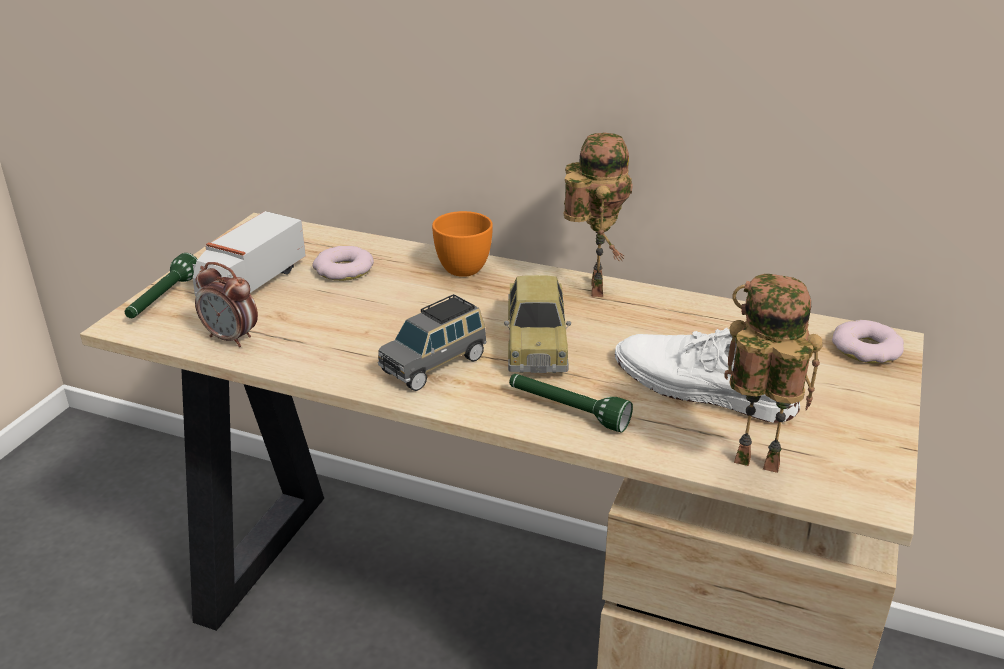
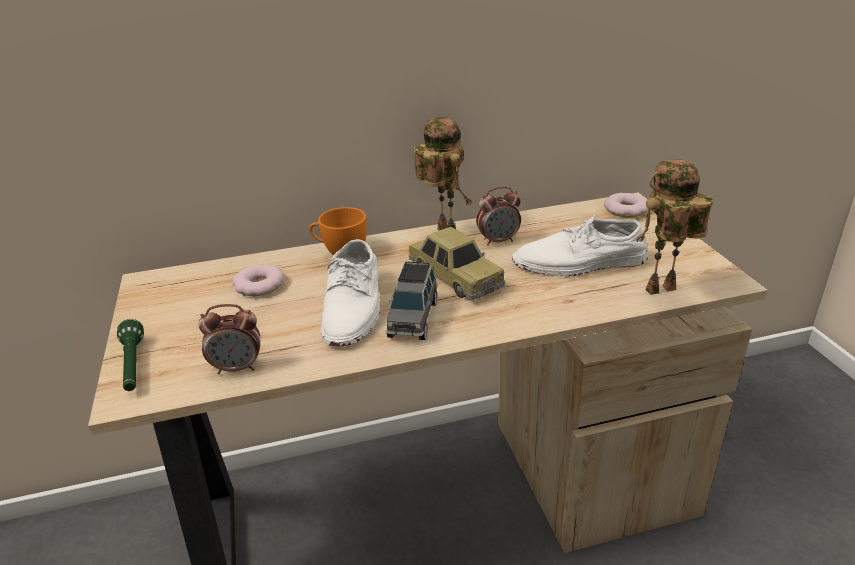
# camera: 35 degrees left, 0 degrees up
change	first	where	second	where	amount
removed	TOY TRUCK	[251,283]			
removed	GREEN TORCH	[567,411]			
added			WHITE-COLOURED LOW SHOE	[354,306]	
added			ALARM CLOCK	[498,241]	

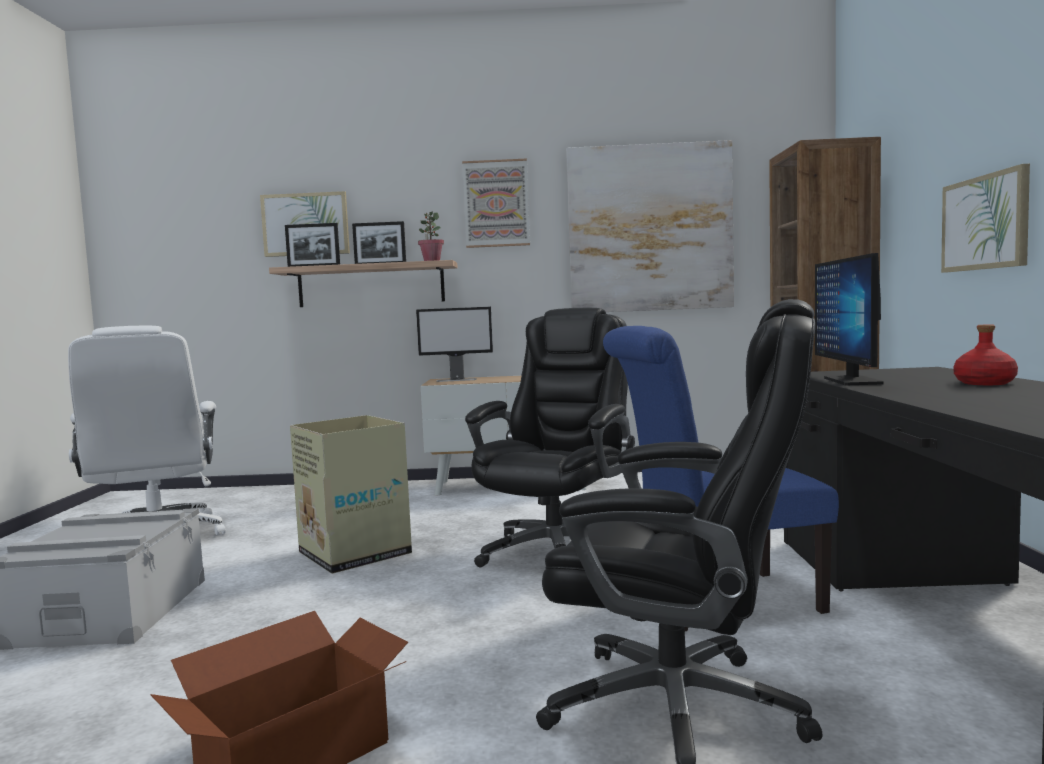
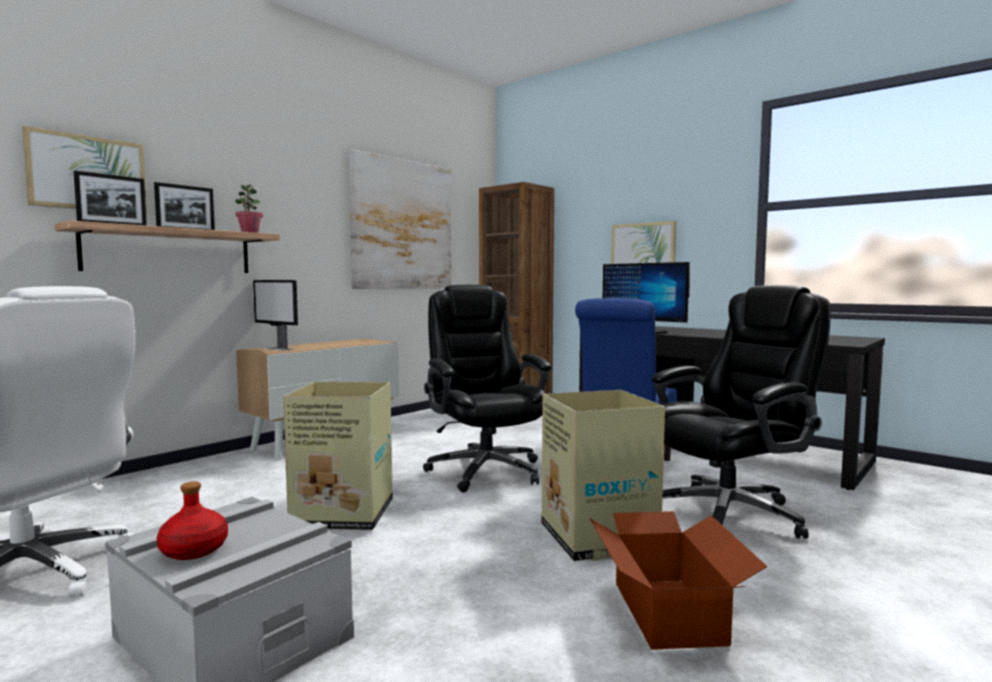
# camera: 50 degrees left, 0 degrees up
change	first	where	second	where	amount
removed	WALL PICTURE	[496,203]			
added			CARDBOARD BOX	[598,538]	
moved	RED-COLOURED BEVERAGE BOTTLE	[985,383]		[194,550]	
turned	COMPUTER DISPLAY	[457,380]		[278,348]	90 degrees clockwise

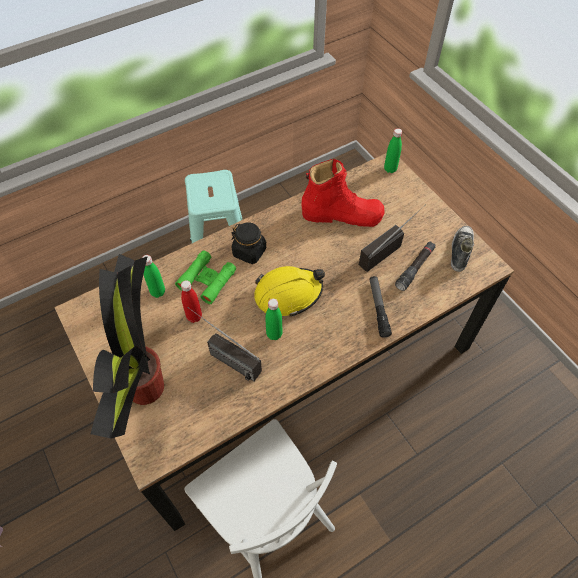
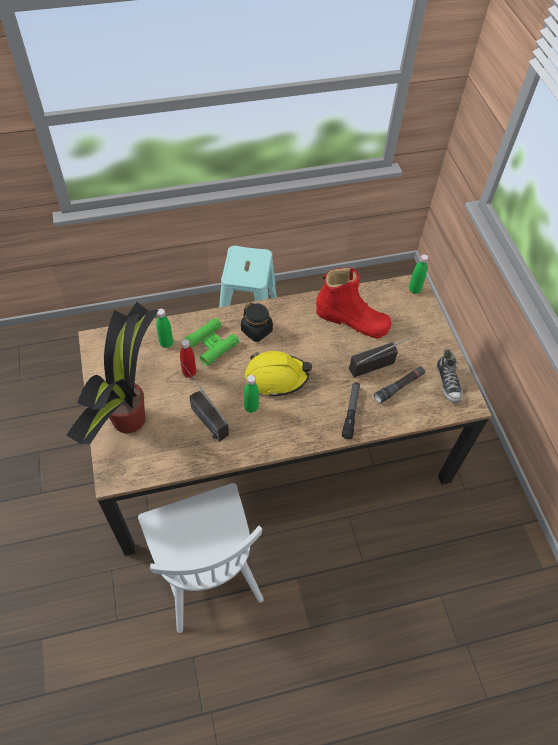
# camera: 15 degrees right, 0 degrees up
change	first	where	second	where	amount
turned	LOW SHOE	[460,251]		[448,383]	135 degrees clockwise

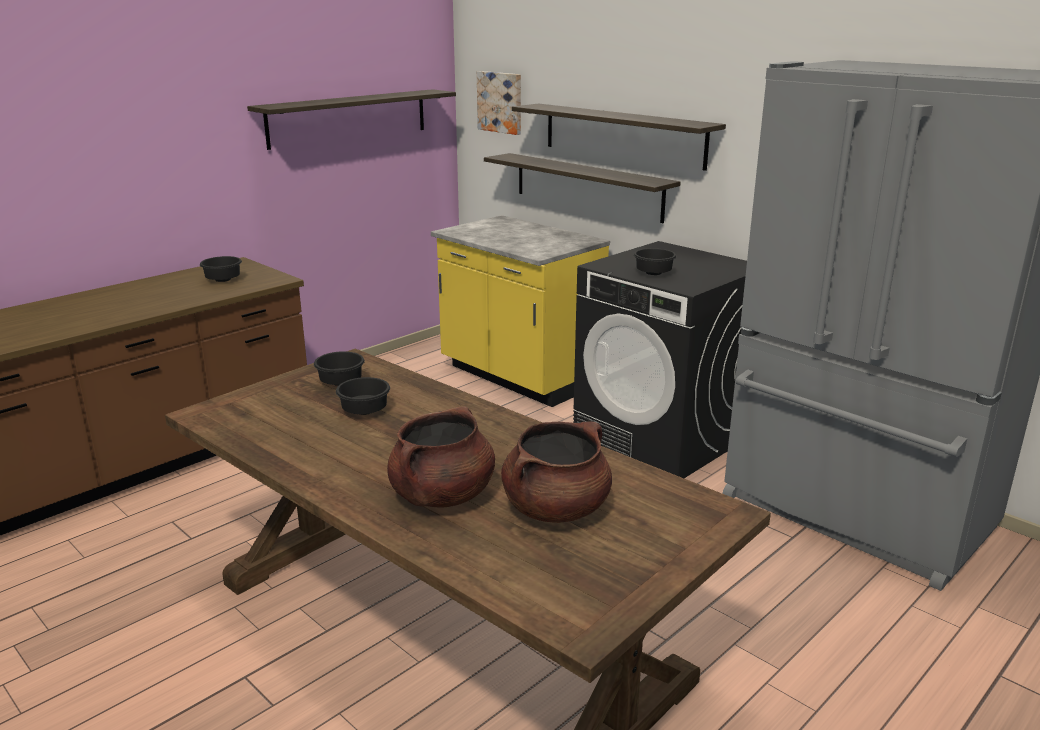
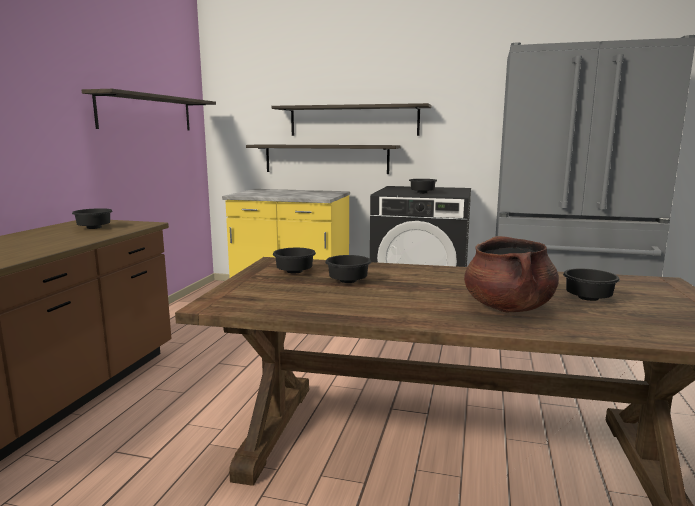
# camera: 30 degrees left, 10 degrees down
change	first	where	second	where	amount
removed	WALL PICTURE	[501,102]			
replaced	BROWNISH COOKING POT	[556,509]	BLACKISH DEEP DISH	[586,298]	

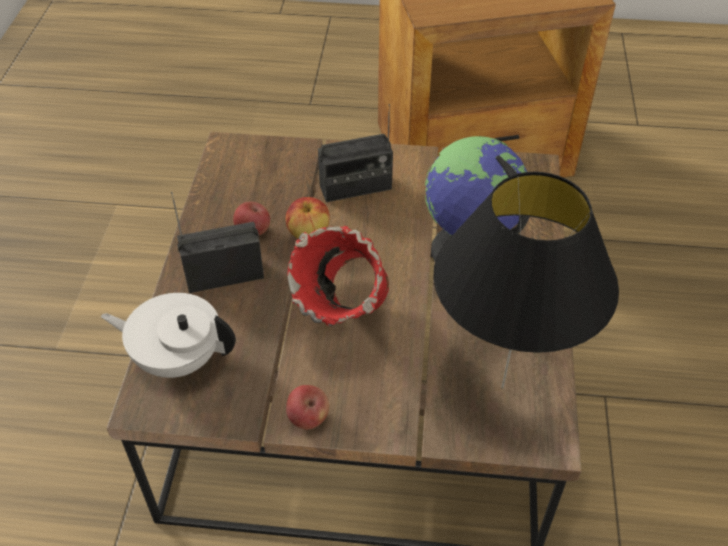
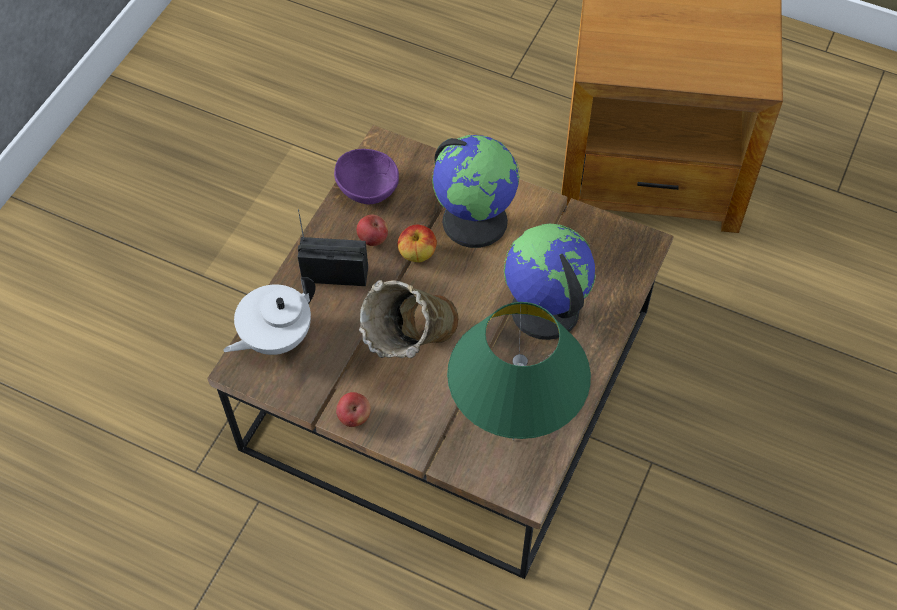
# camera: 20 degrees right, 10 degrees up
change	first	where	second	where	amount
added			PURPLISH DEEP DISH	[368,187]	
replaced	RADIO SET	[355,188]	DESK GLOBE	[475,220]	
recoloured	RED-COLOURED VASE	[346,331]	SAND-COLOURED VASE	[412,353]	
recoloured	BLACKISH TABLETOP LAMP	[502,388]	GREEN TABLETOP LAMP	[513,440]	
turned	WHITE-COLOURED POT FOR TEA	[178,358]		[275,337]	75 degrees counterclockwise

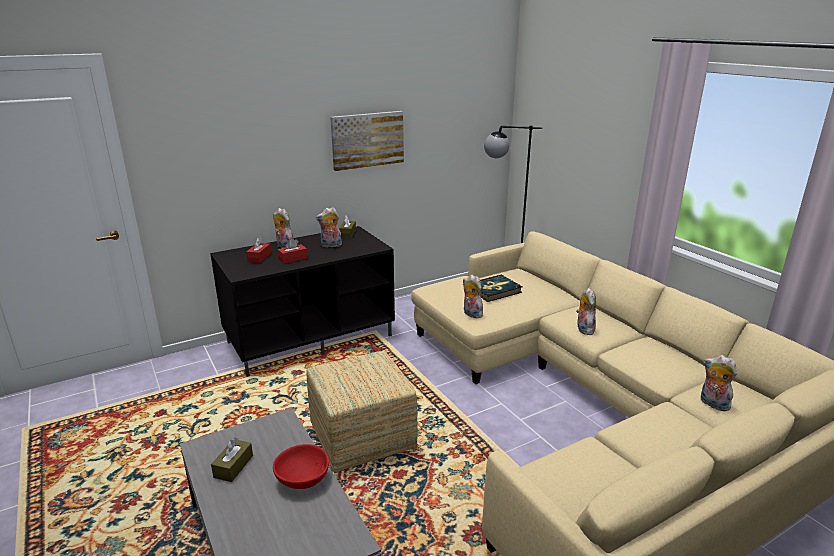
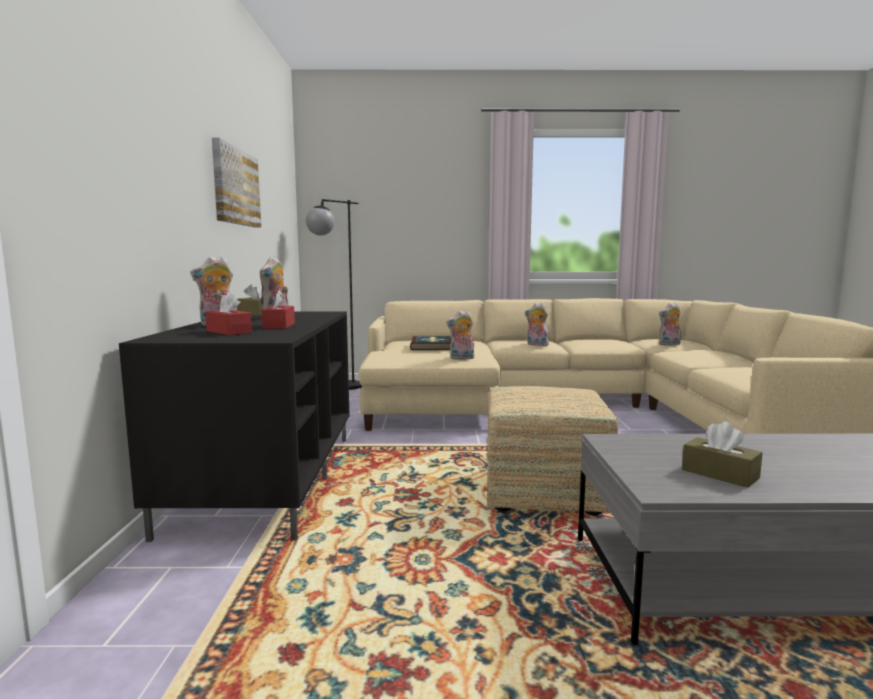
# camera: 60 degrees left, 15 degrees down
change	first	where	second	where	amount
removed	RED-COLOURED DEEP DISH	[303,479]			

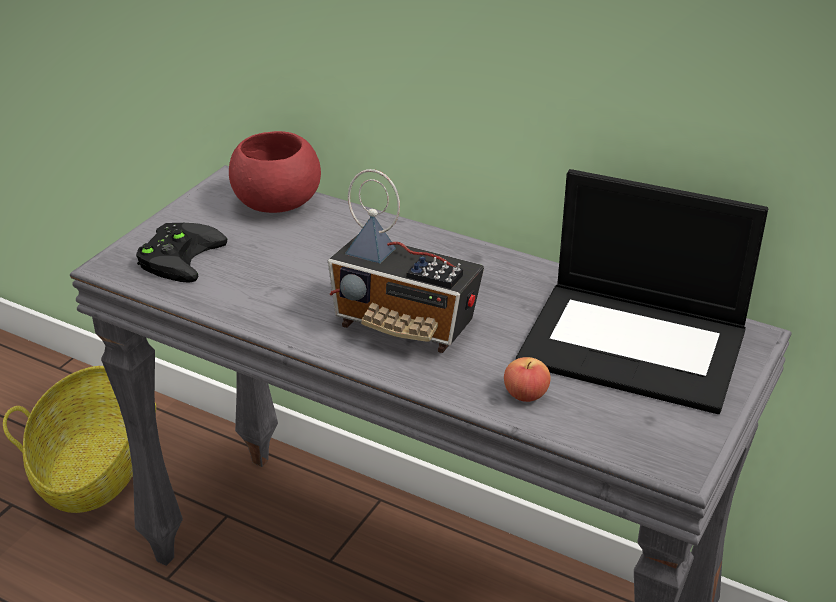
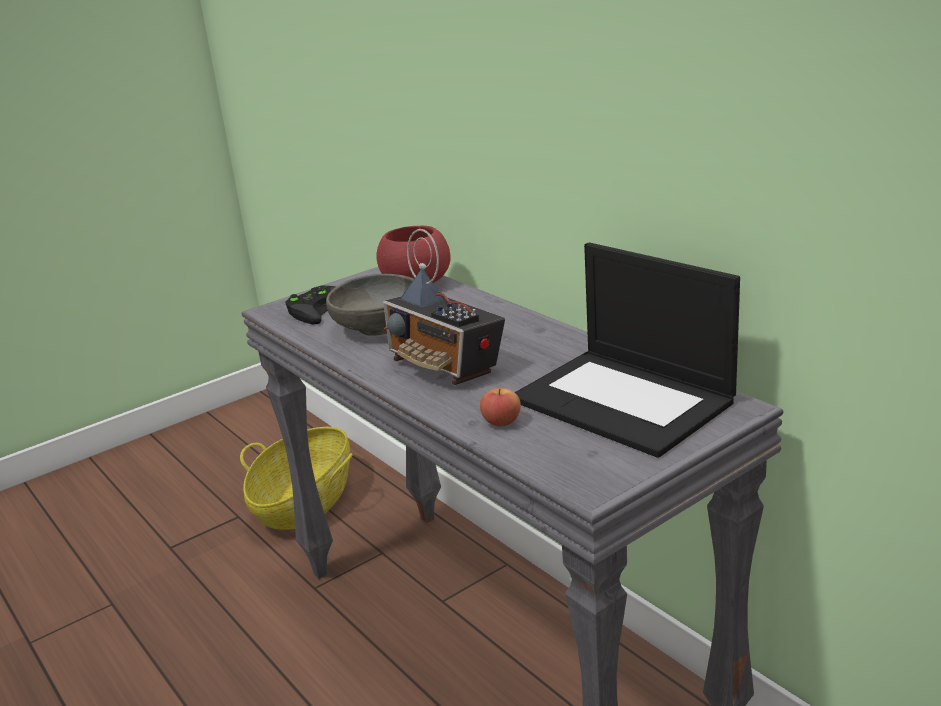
# camera: 25 degrees right, 10 degrees down
change	first	where	second	where	amount
added			GREYISH DEEP DISH	[379,327]	

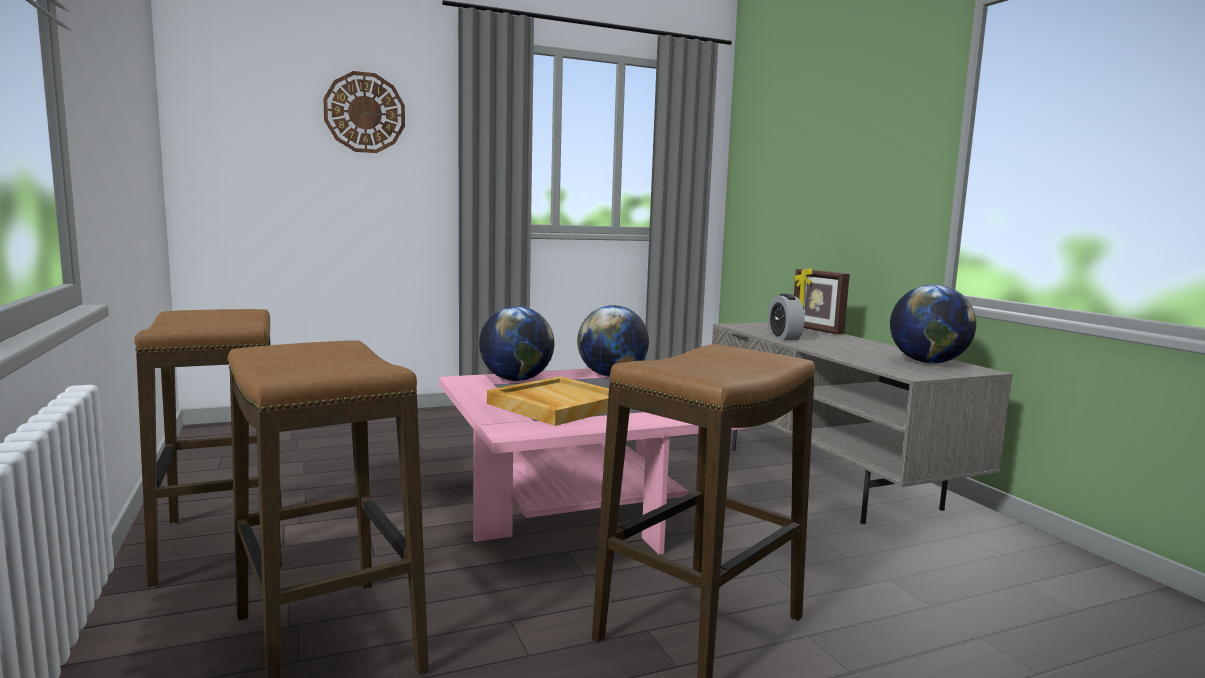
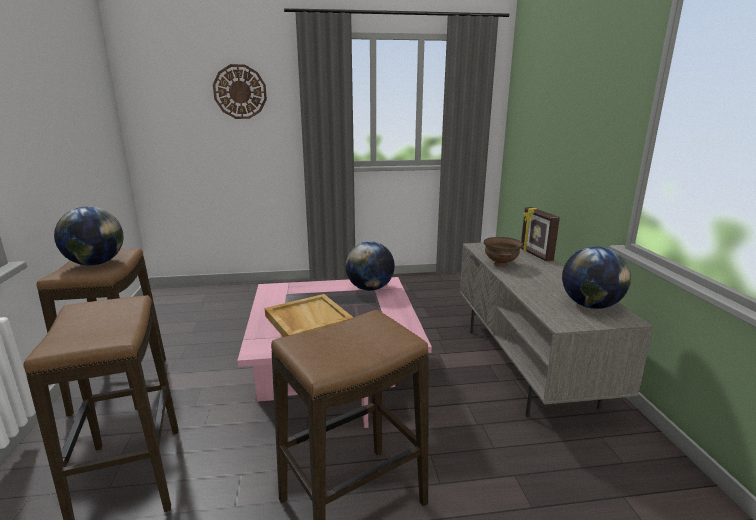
# camera: 15 degrees right, 10 degrees up
change	first	where	second	where	amount
moved	DESK GLOBE	[516,380]		[95,263]	
replaced	ALARM CLOCK	[784,337]	BROWNISH DEEP DISH	[501,264]	

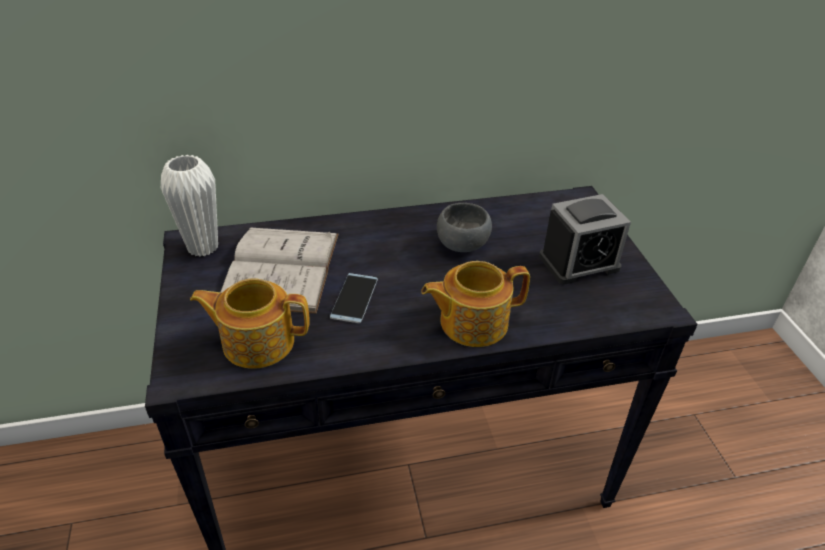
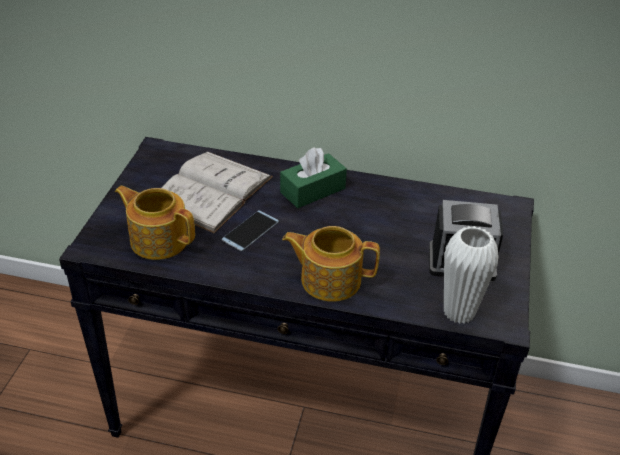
# camera: 25 degrees right, 0 degrees up
change	first	where	second	where	amount
removed	GREYISH DEEP DISH	[463,244]			
added			GREEN TISSUE HOLDER	[312,190]	
moved	WHITE-COLOURED VASE	[203,247]		[459,312]	

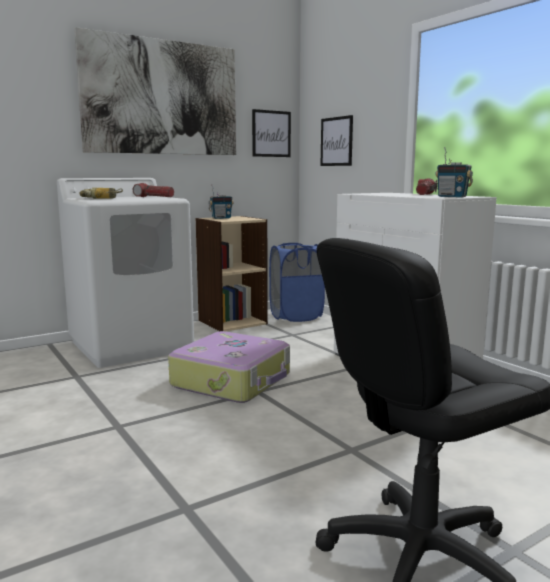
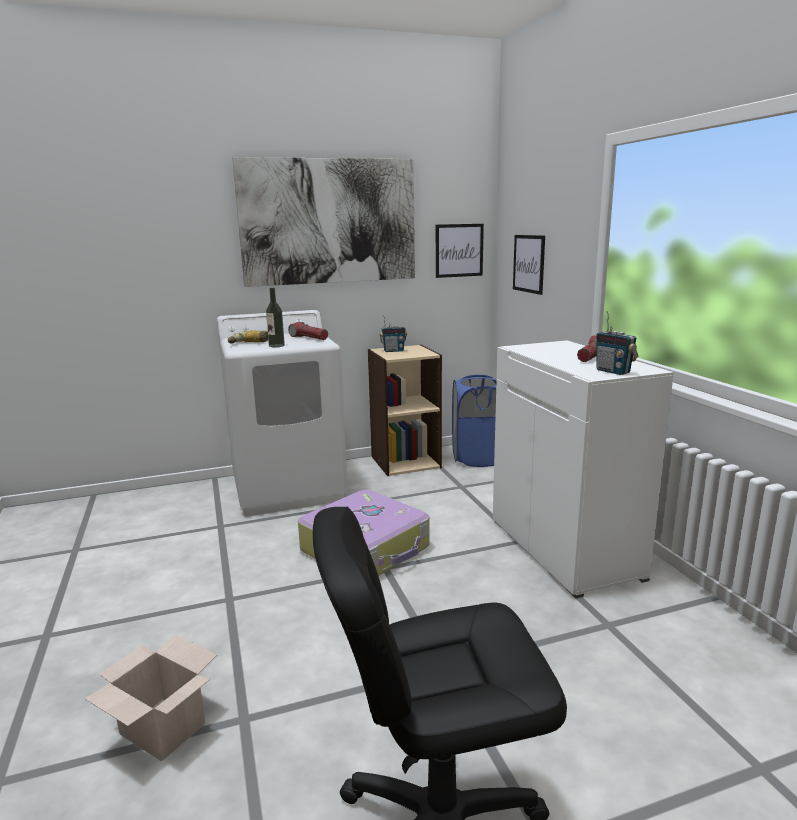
# camera: 15 degrees right, 5 degrees up
change	first	where	second	where	amount
added			CARDBOARD BOX	[160,729]	
added			BEVERAGE BOTTLE	[276,345]	

